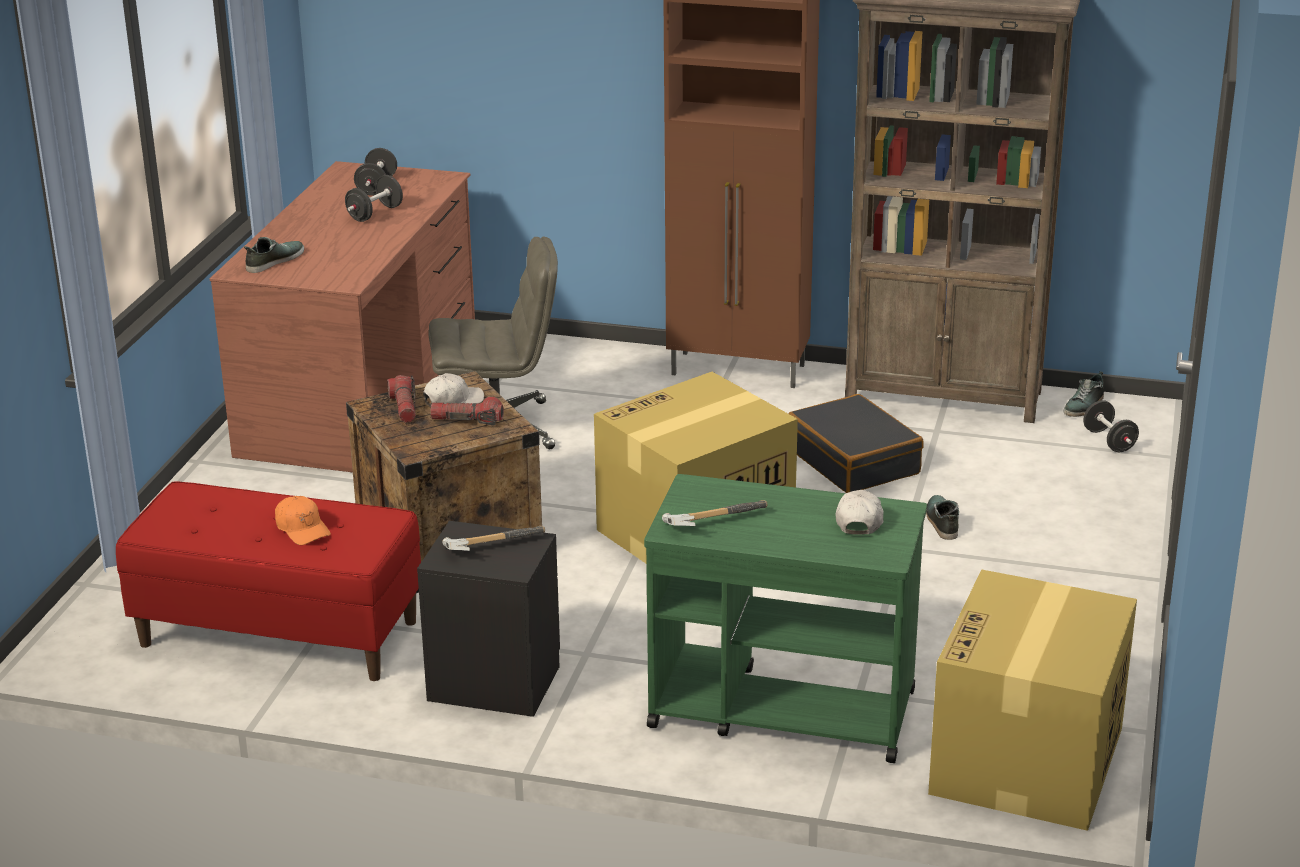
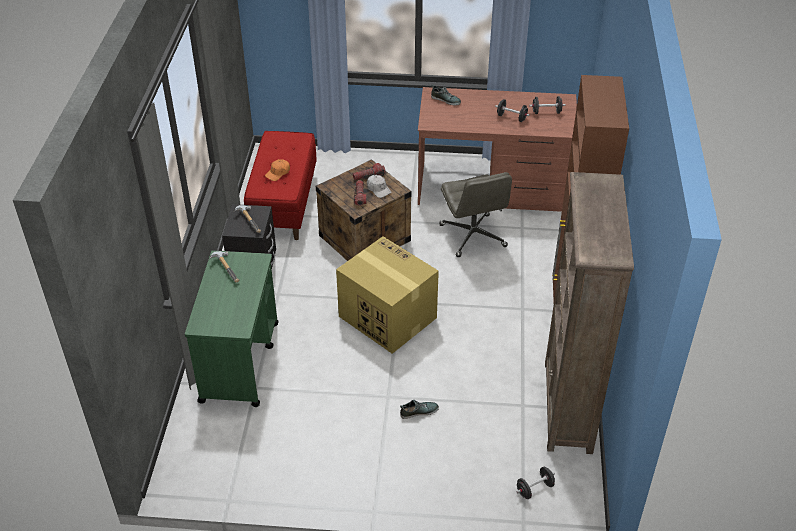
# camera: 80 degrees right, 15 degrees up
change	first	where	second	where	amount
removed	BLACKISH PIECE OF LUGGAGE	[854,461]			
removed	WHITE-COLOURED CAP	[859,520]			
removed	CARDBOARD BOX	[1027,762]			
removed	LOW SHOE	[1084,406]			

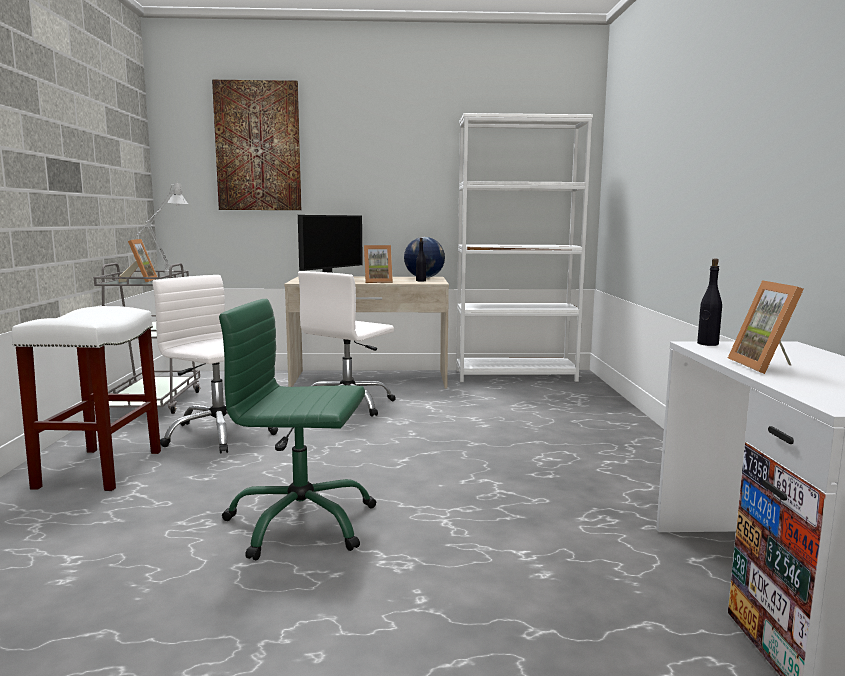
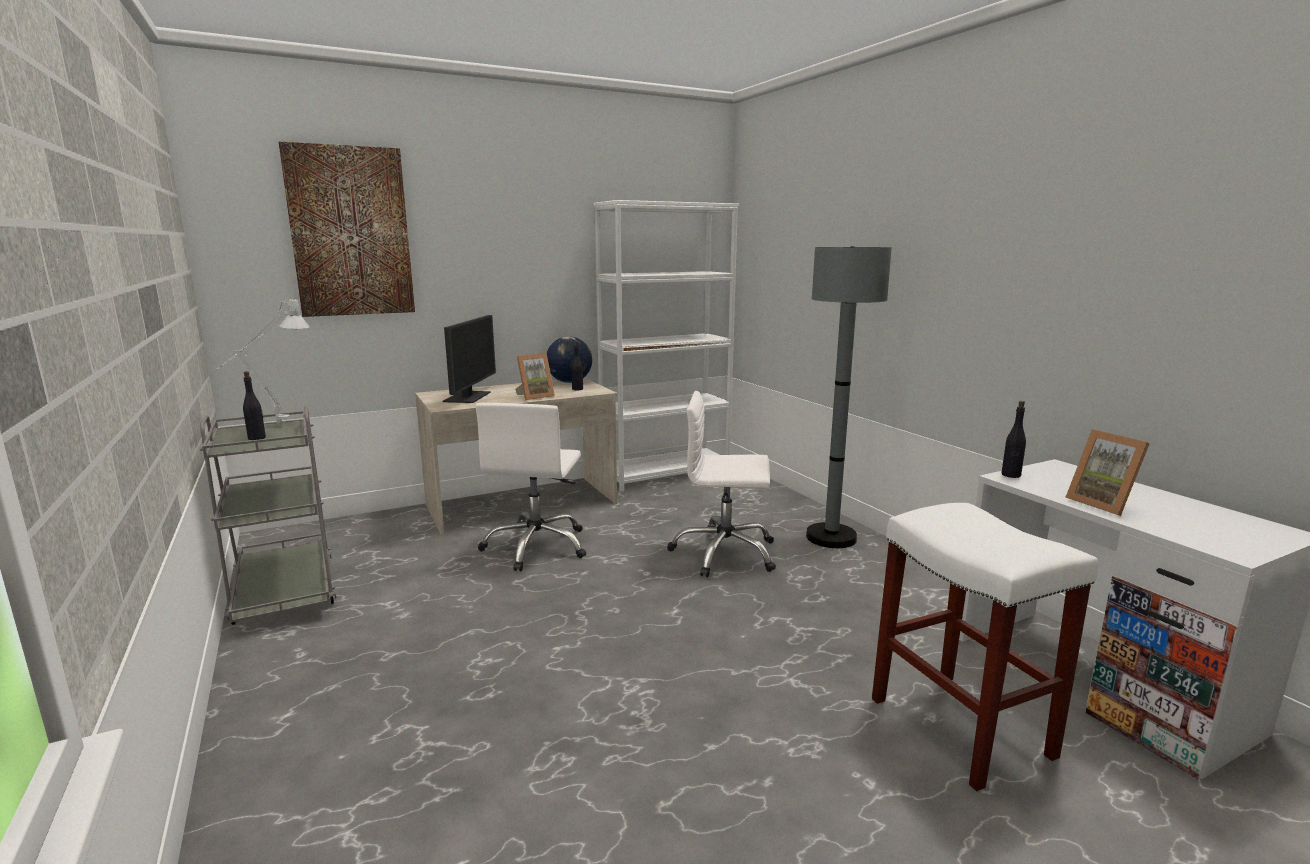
# camera: 25 degrees left, 5 degrees up
change	first	where	second	where	amount
removed	GREEN COMPUTER CHAIR	[300,523]			
added			GREYISH STANDING LAMP	[831,537]	
moved	WHITE-COLOURED SITTING STOOL	[100,468]		[957,726]	
moved	WHITE-COLOURED COMPUTER CHAIR	[218,434]		[724,553]	
replaced	PICTURE FRAME	[140,281]	BLACKISH BEVERAGE BOTTLE	[257,438]	

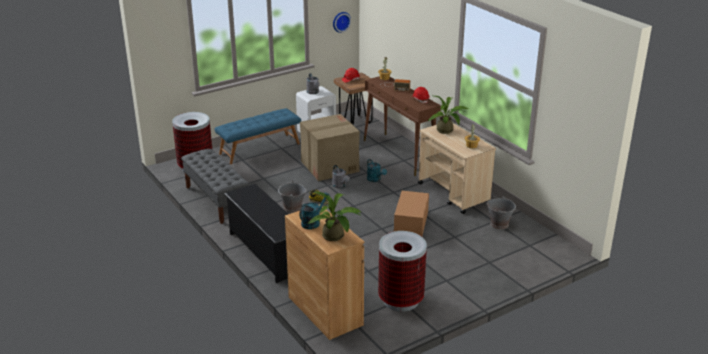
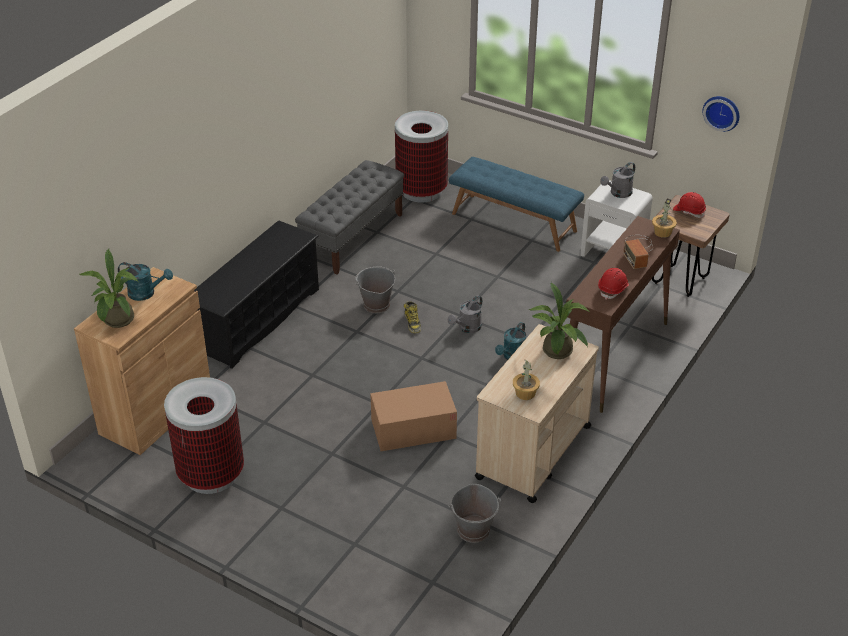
# camera: 65 degrees right, 10 degrees up
change	first	where	second	where	amount
removed	CARDBOARD BOX	[329,166]			

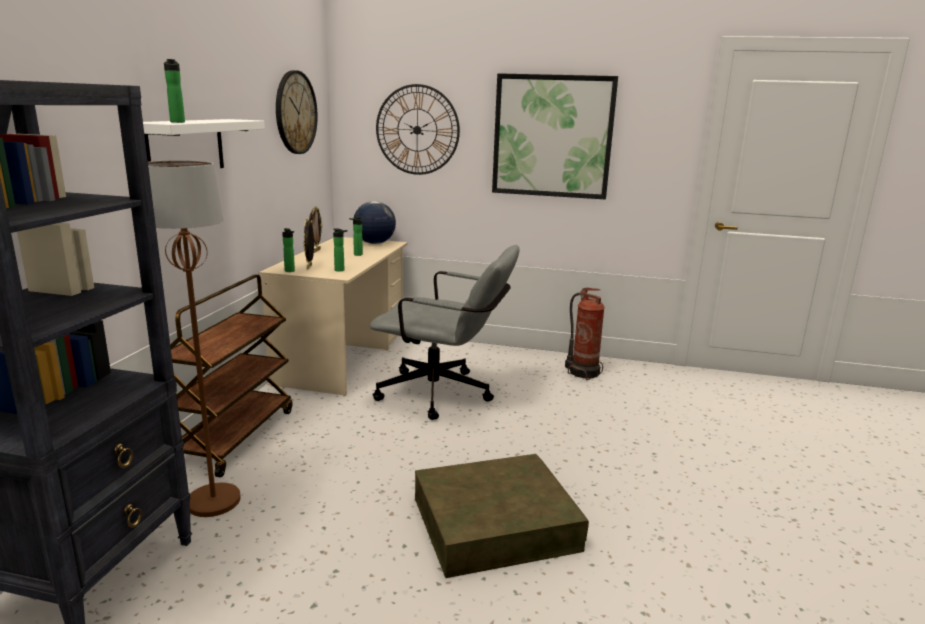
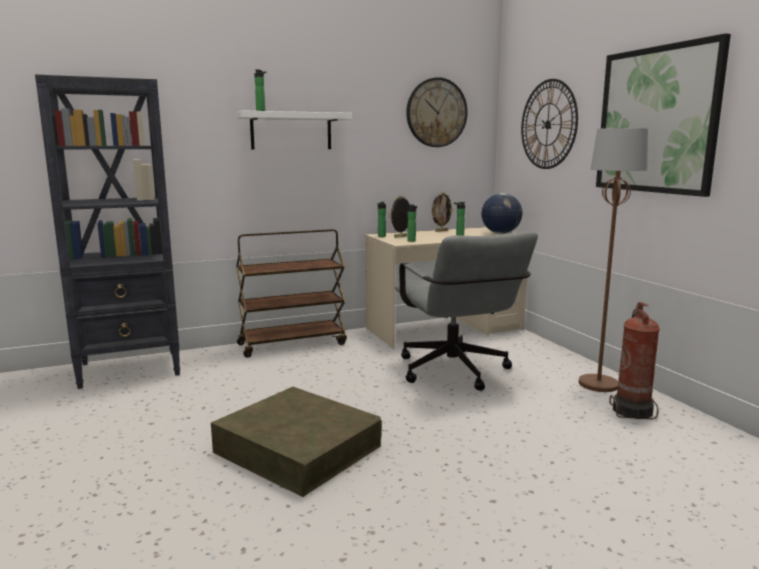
# camera: 55 degrees right, 5 degrees down
change	first	where	second	where	amount
moved	BROWNISH STANDING LAMP	[214,501]		[599,384]	

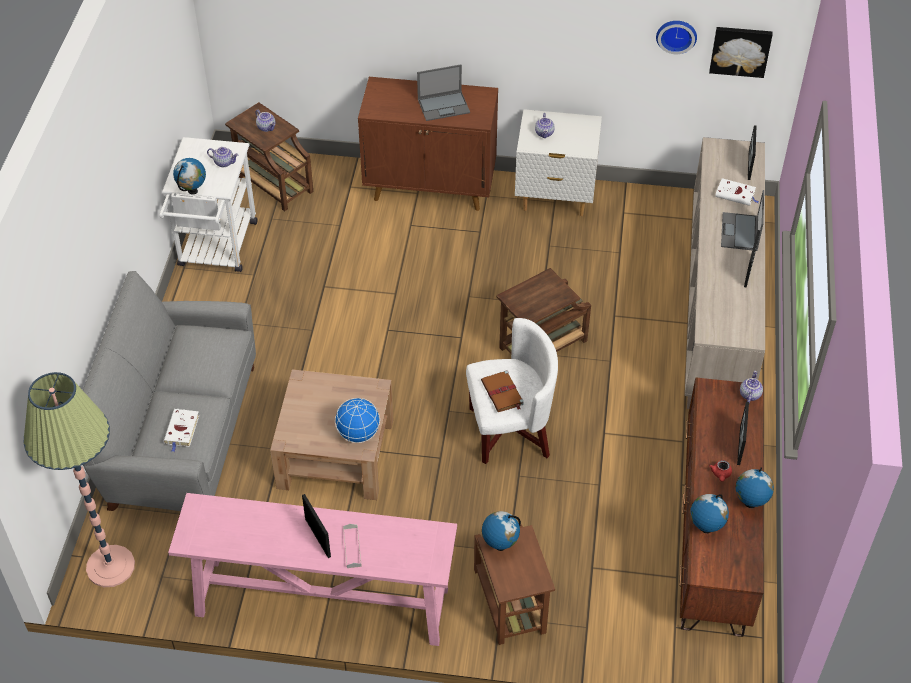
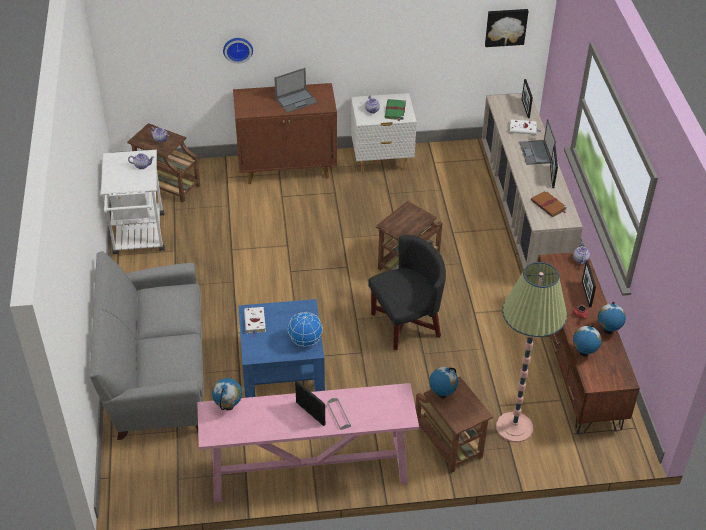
# camera: 15 degrees left, 5 degrees down
change	first	where	second	where	amount
added			GREEN VOLUME	[395,111]	
moved	STANDING LAMP	[110,566]		[514,427]	
moved	WHITE-COLOURED VOLUME	[182,431]		[255,322]	
moved	DESK GLOBE	[192,191]		[228,407]	
moved	BROWNISH VOLUME	[502,393]		[549,205]	
moved	CLOCK ON THE WALL	[676,35]		[237,49]	
recoloured	BROWNISH COFFEE TABLE	[336,453]	BLUE-COLOURED COFFEE TABLE	[282,364]	
recoloured	WHITE-COLOURED LOUNGE CHAIR	[510,431]	BLACKISH LOUNGE CHAIR	[406,324]	

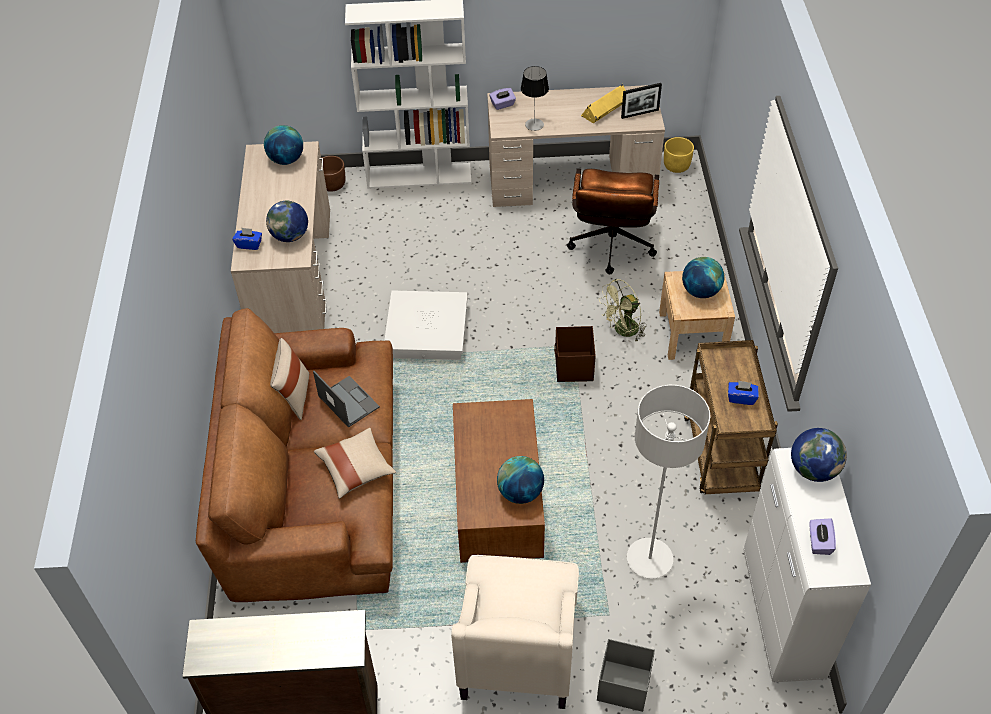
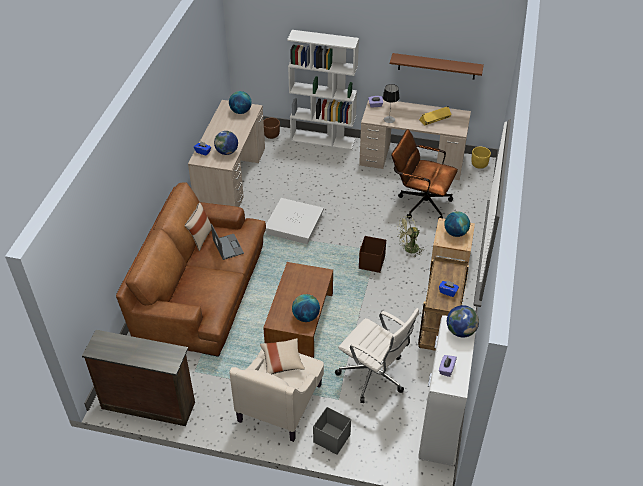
# camera: 15 degrees right, 5 degrees down
change	first	where	second	where	amount
removed	PICTURE FRAME	[640,113]			
added			BROWNISH BRACKET SHELF	[436,66]	
moved	SAND-COLOURED CUSHION	[356,469]		[282,361]	
replaced	GREYISH STANDING LAMP	[649,559]	WHITE-COLOURED COMPUTER CHAIR	[374,376]	
turned	BROWNISH COMPUTER CHAIR	[611,249]		[420,202]	90 degrees clockwise

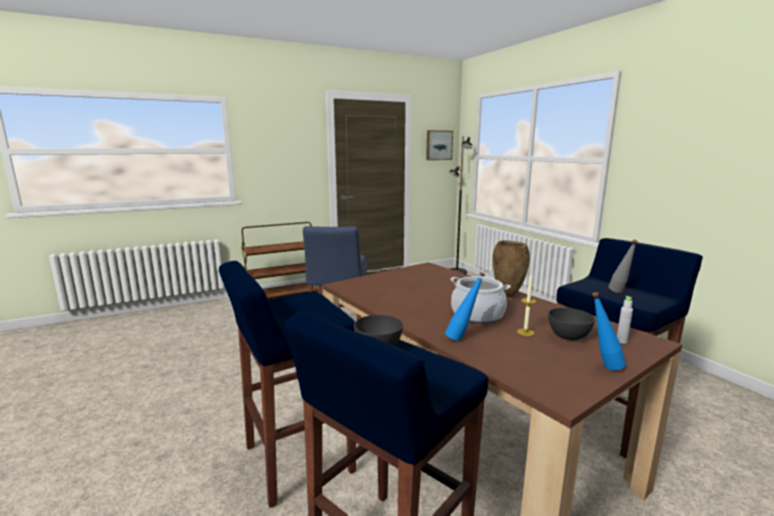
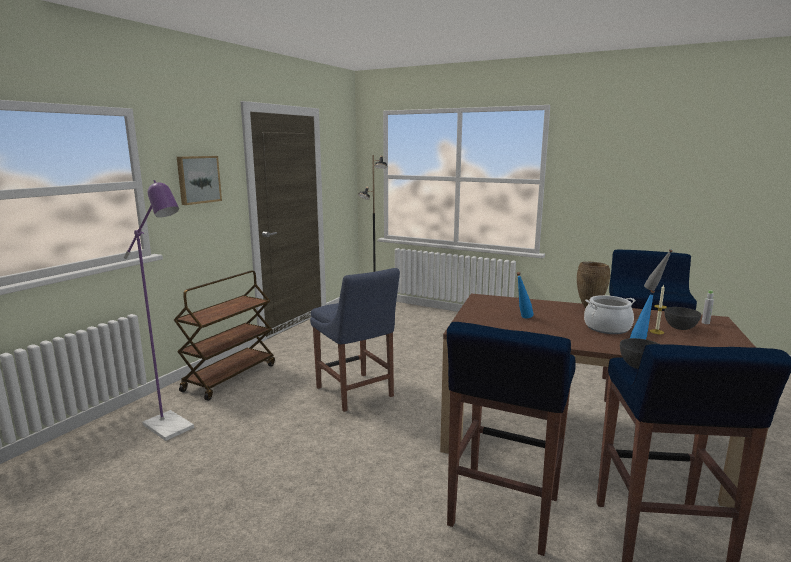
# camera: 35 degrees left, 0 degrees up
change	first	where	second	where	amount
added			PURPLISH STANDING LAMP	[173,429]	
moved	WALL PICTURE	[438,145]		[198,179]	
moved	BLUE-COLOURED BEVERAGE BOTTLE	[602,367]		[522,318]	

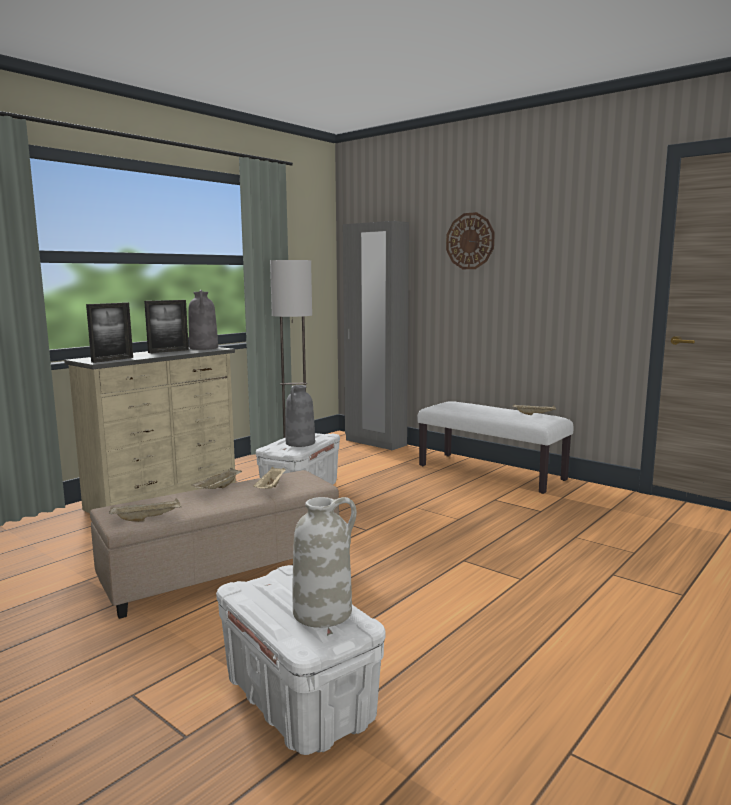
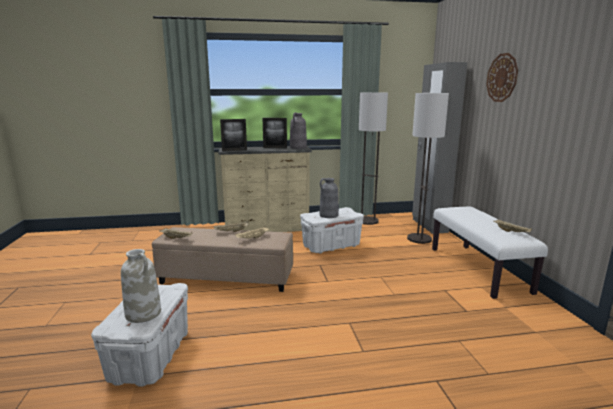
# camera: 40 degrees right, 5 degrees up
change	first	where	second	where	amount
added			STANDING LAMP	[419,239]	

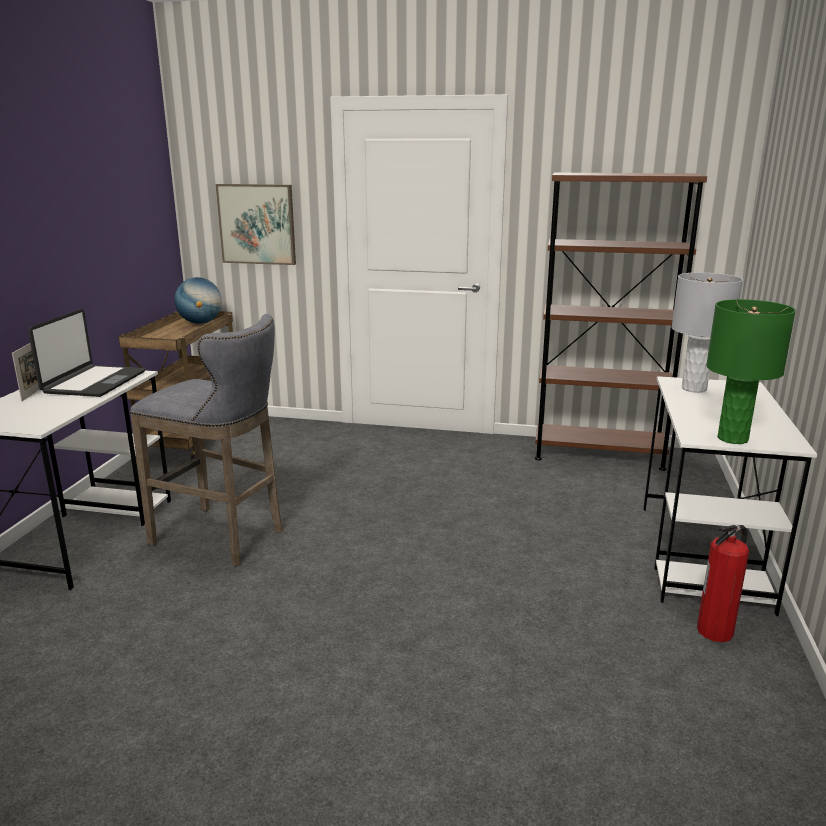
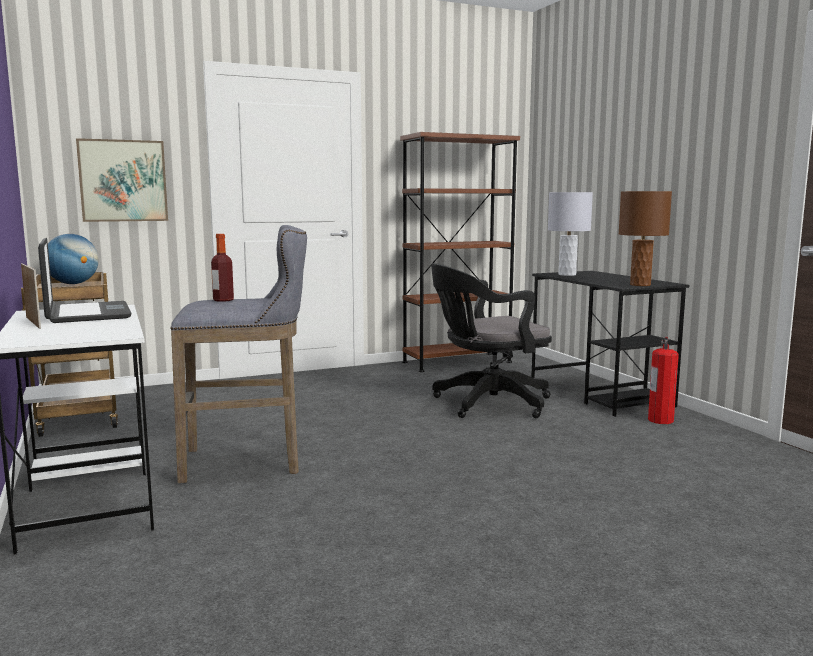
# camera: 35 degrees left, 10 degrees down
change	first	where	second	where	amount
added			BEVERAGE BOTTLE	[223,300]	
added			BLACKISH COMPUTER CHAIR	[487,404]	
recoloured	WHITE-COLOURED DESK	[702,556]	BLACKISH DESK	[600,393]	
recoloured	GREEN TABLETOP LAMP	[732,438]	BROWNISH TABLETOP LAMP	[640,285]	

